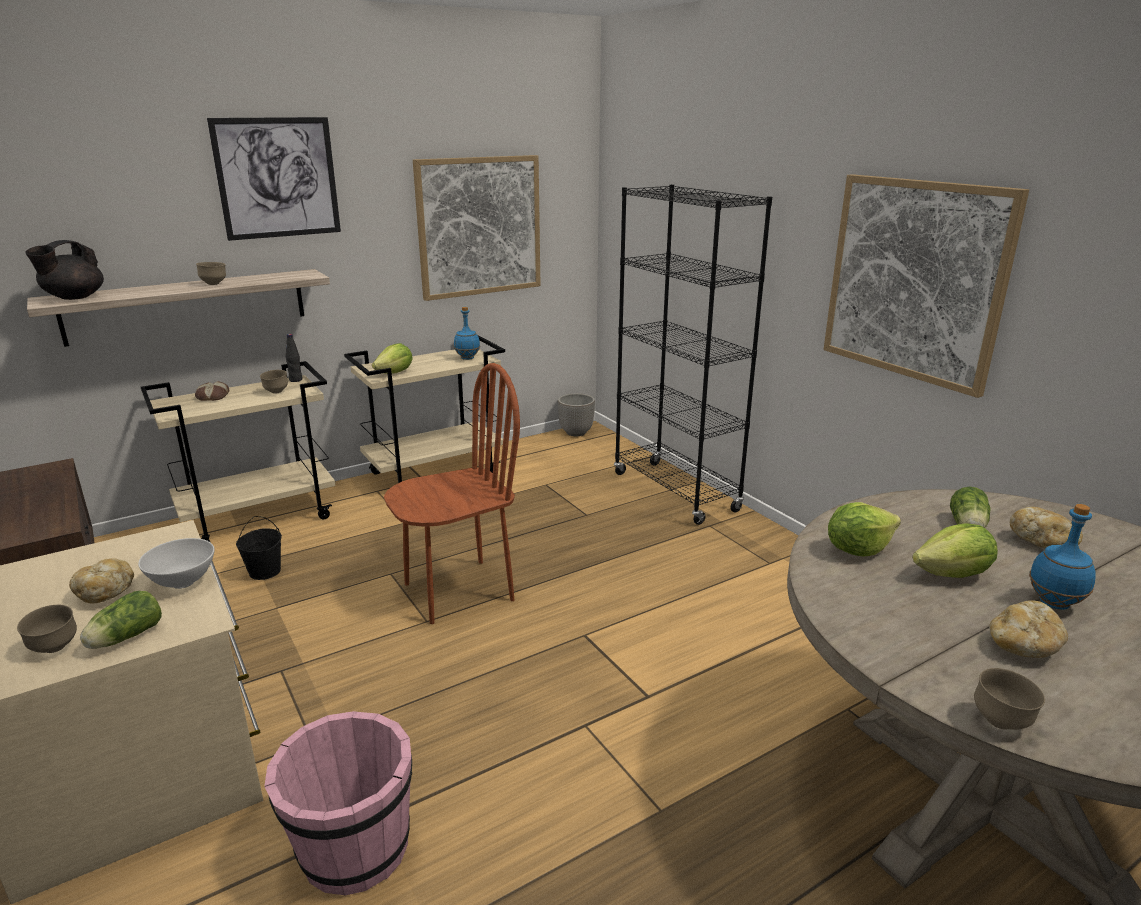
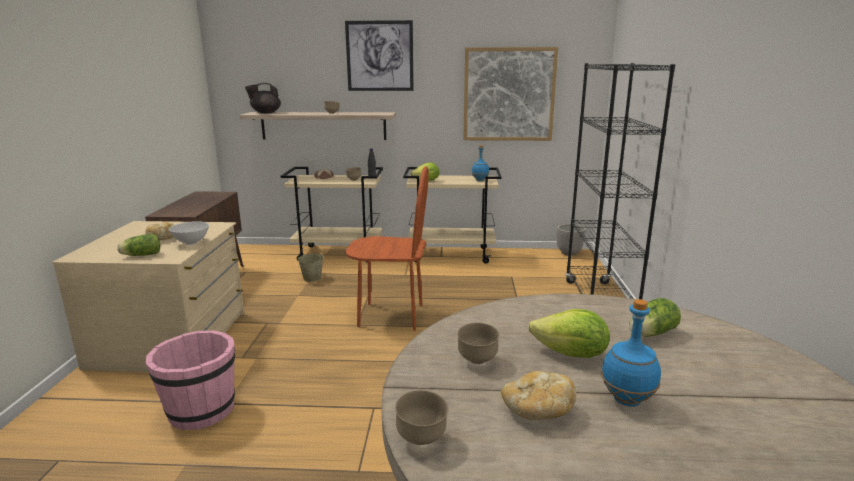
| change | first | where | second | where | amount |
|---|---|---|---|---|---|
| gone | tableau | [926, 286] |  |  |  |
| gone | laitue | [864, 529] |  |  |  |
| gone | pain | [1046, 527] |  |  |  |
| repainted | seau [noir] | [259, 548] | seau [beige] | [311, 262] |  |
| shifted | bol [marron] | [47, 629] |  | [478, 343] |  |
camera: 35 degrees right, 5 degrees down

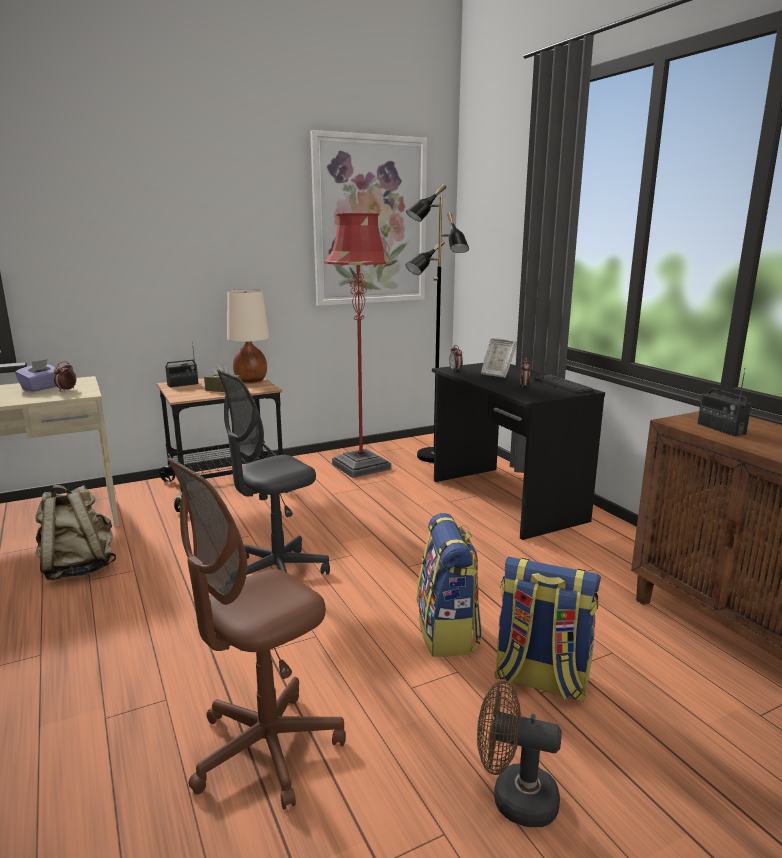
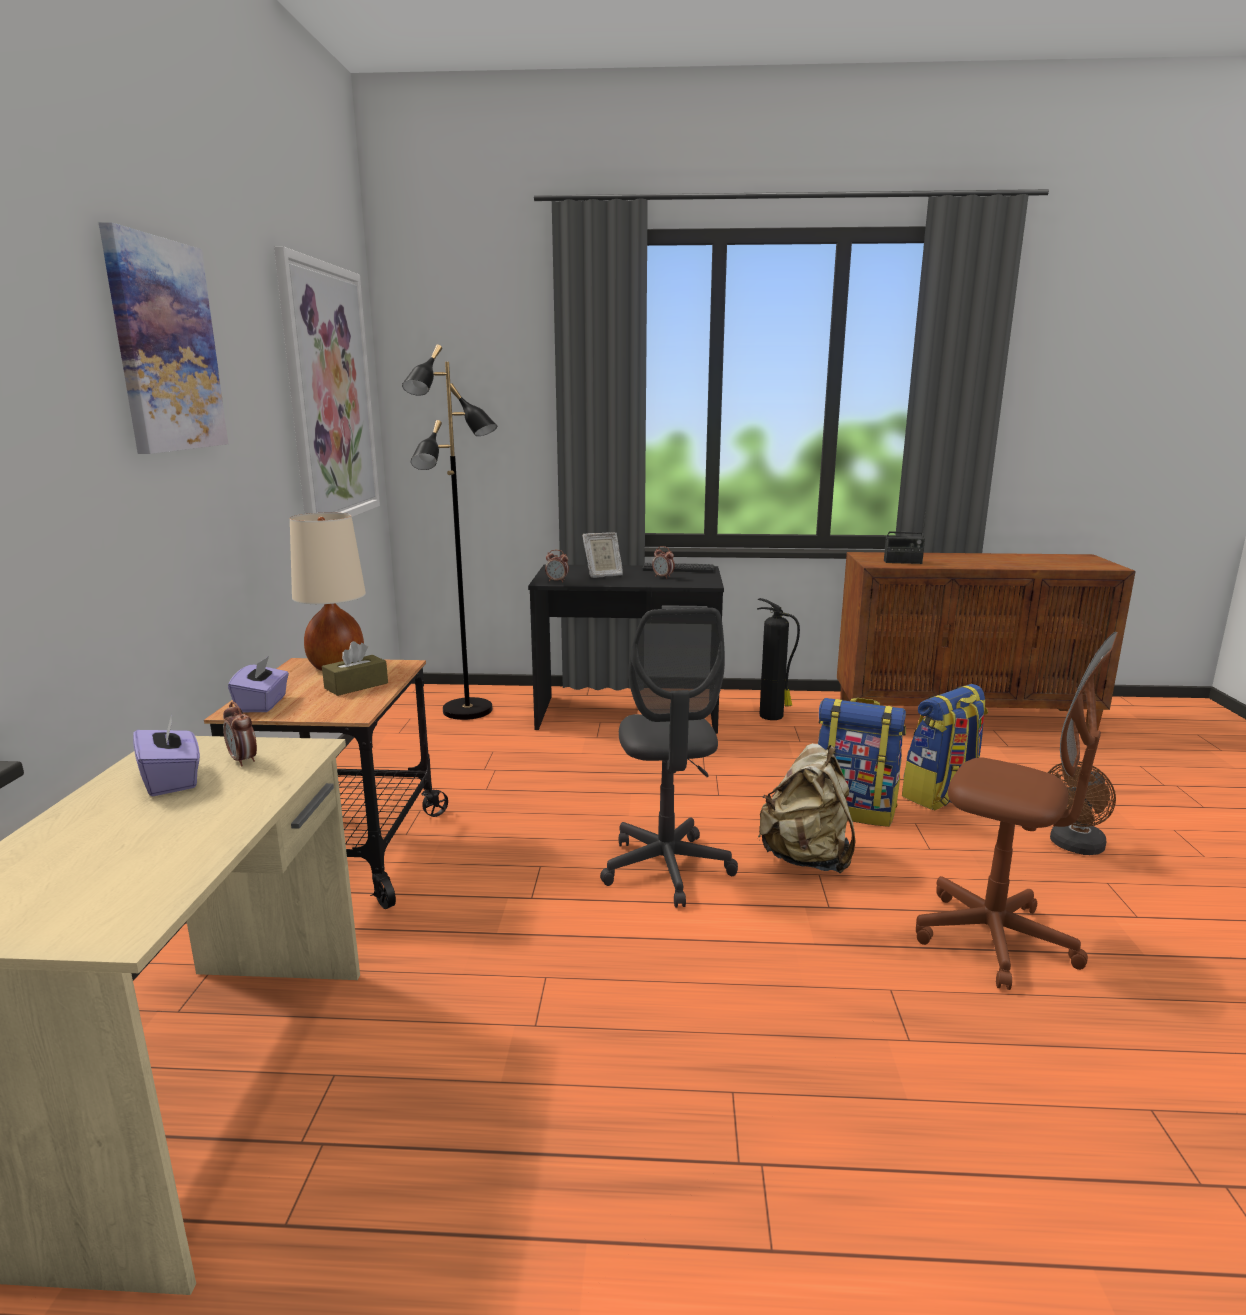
| change | first | where | second | where | amount |
|---|---|---|---|---|---|
| gone | lampadaire [rouge] | [358, 345] |  |  |  |
| swapped | radio | [181, 364] | boîte à mouchoirs [violet] | [258, 684] |  |
| rotated | chaise de bureau [marron] | [256, 633] |  | [1017, 811] | 45 degrees counterclockwise |
| shifted | sac à dos [beige] | [75, 532] |  | [806, 808] |  |
| new |  |  | tableau | [163, 338] |  |
| new |  |  | extincteur | [778, 659] |  |
camera: 60 degrees left, 0 degrees up

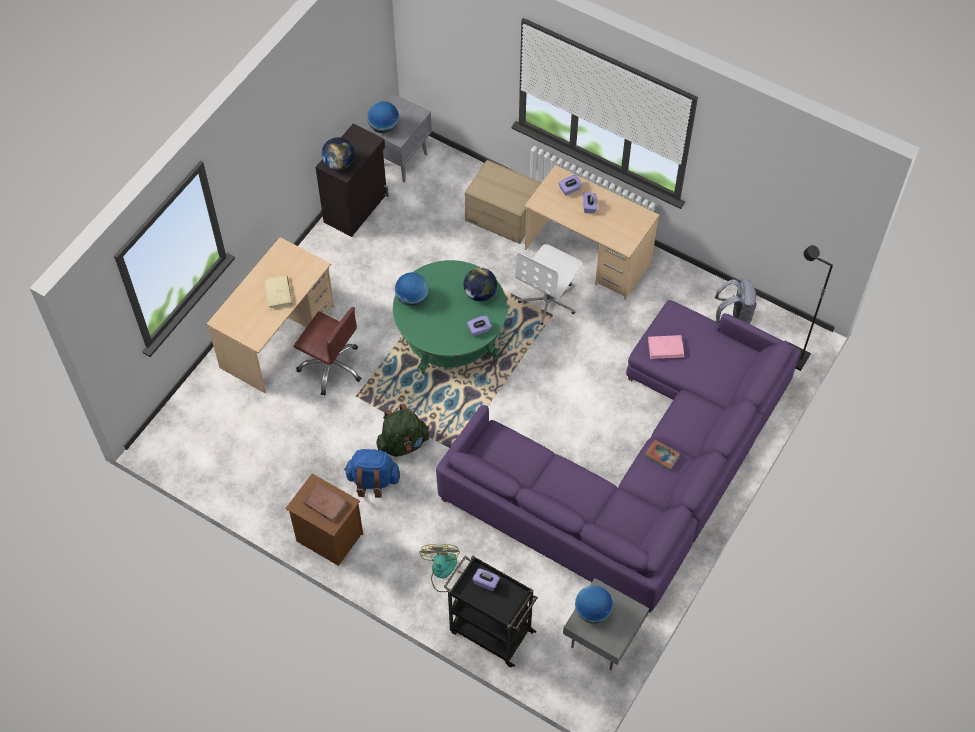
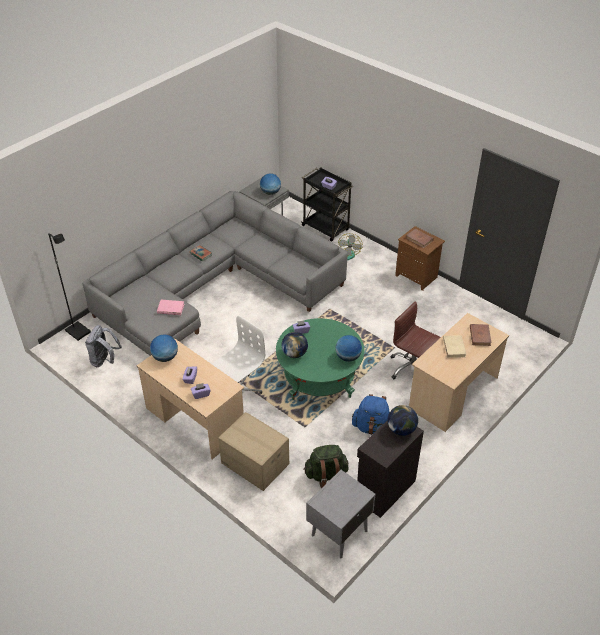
| change | first | where | second | where | amount |
|---|---|---|---|---|---|
| shifted | globe | [383, 117] |  | [164, 348] |  |
| repainted | canapé [violet] | [618, 456] | canapé [gris] | [215, 273] |  |
| shifted | sac à dos [vert] | [403, 430] |  | [326, 466] |  |
| shifted | sac à dos [bleu] | [372, 473] |  | [371, 414] |  |
| new |  |  | livre [marron] | [481, 335] |  |
camera: 170 degrees left, 15 degrees down

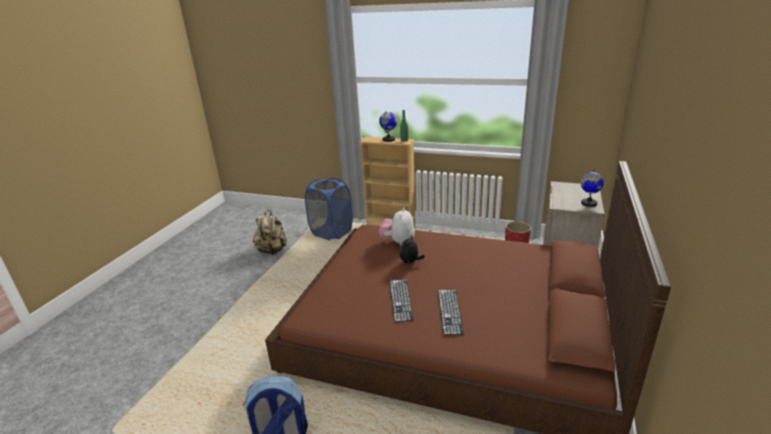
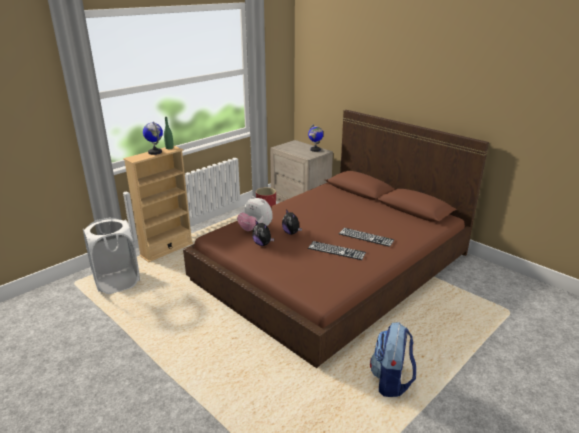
| change | first | where | second | where | amount |
|---|---|---|---|---|---|
| repainted | panier à linge [bleu] | [329, 209] | panier à linge [blanc] | [111, 255] |  |
| gone | sac à dos [beige] | [270, 232] |  |  |  |
| new |  |  | peluche | [263, 233] |  |
camera: 65 degrees left, 0 degrees up

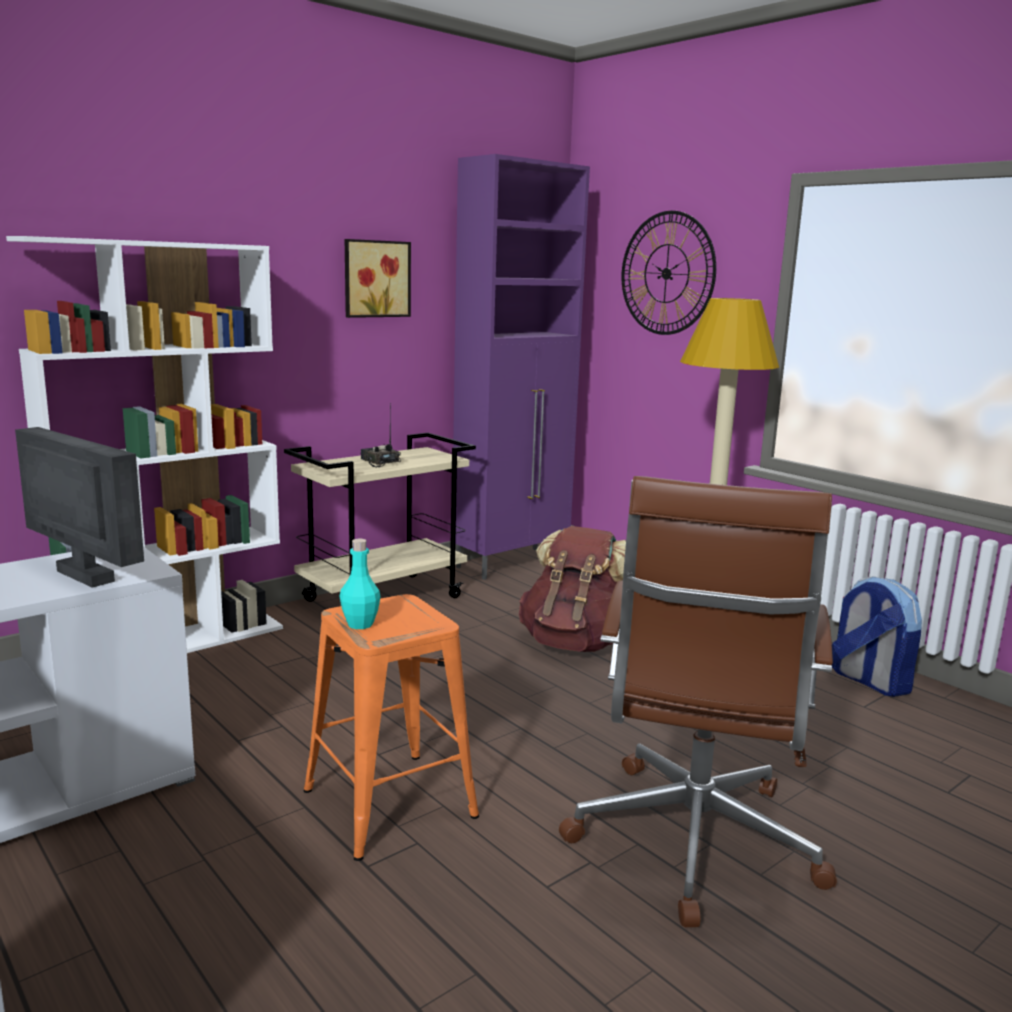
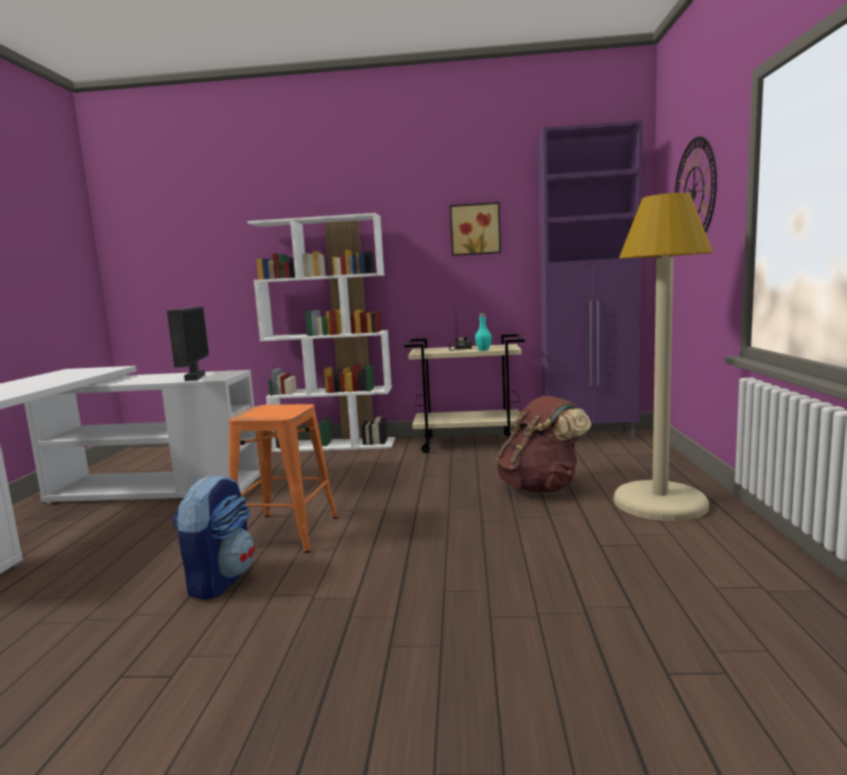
| change | first | where | second | where | amount |
|---|---|---|---|---|---|
| gone | chaise de bureau [marron] | [698, 701] |  |  |  |
| shifted | bouteille [turquoise] | [360, 584] |  | [483, 331] |  |
| shifted | sac à dos | [877, 636] |  | [214, 537] |  |
camera: 45 degrees right, 5 degrees down

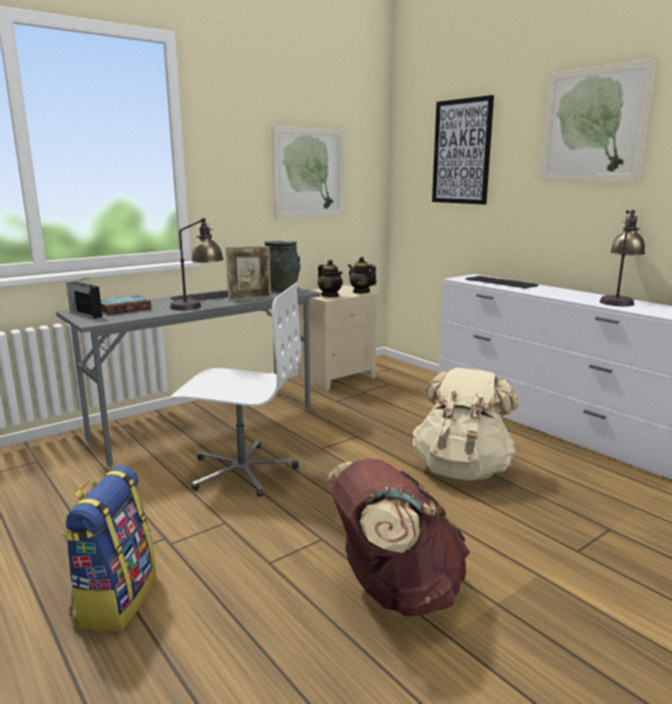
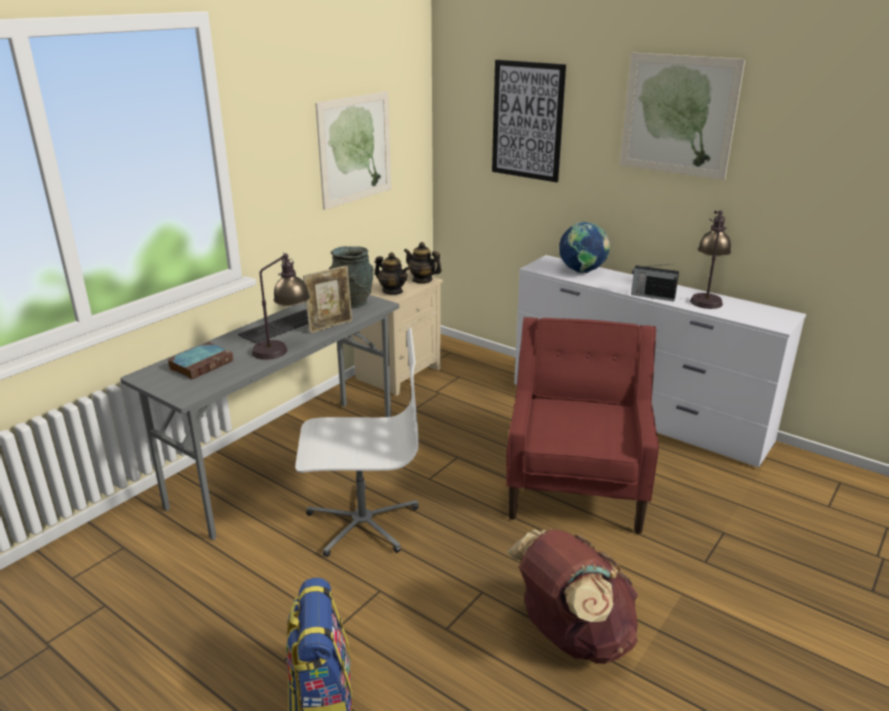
| change | first | where | second | where | amount |
|---|---|---|---|---|---|
| swapped | clavier | [502, 282] | globe | [584, 247] |  |
| shifted | radio | [84, 298] |  | [655, 283] |  |
| swapped | sac à dos [beige] | [466, 424] | fauteuil [rouge] | [582, 425] |  |
camera: 15 degrees left, 10 degrees up

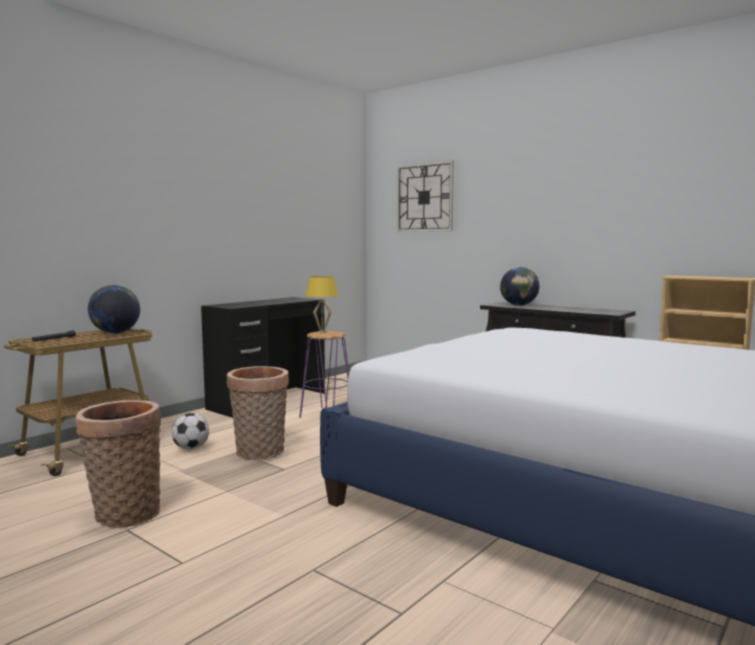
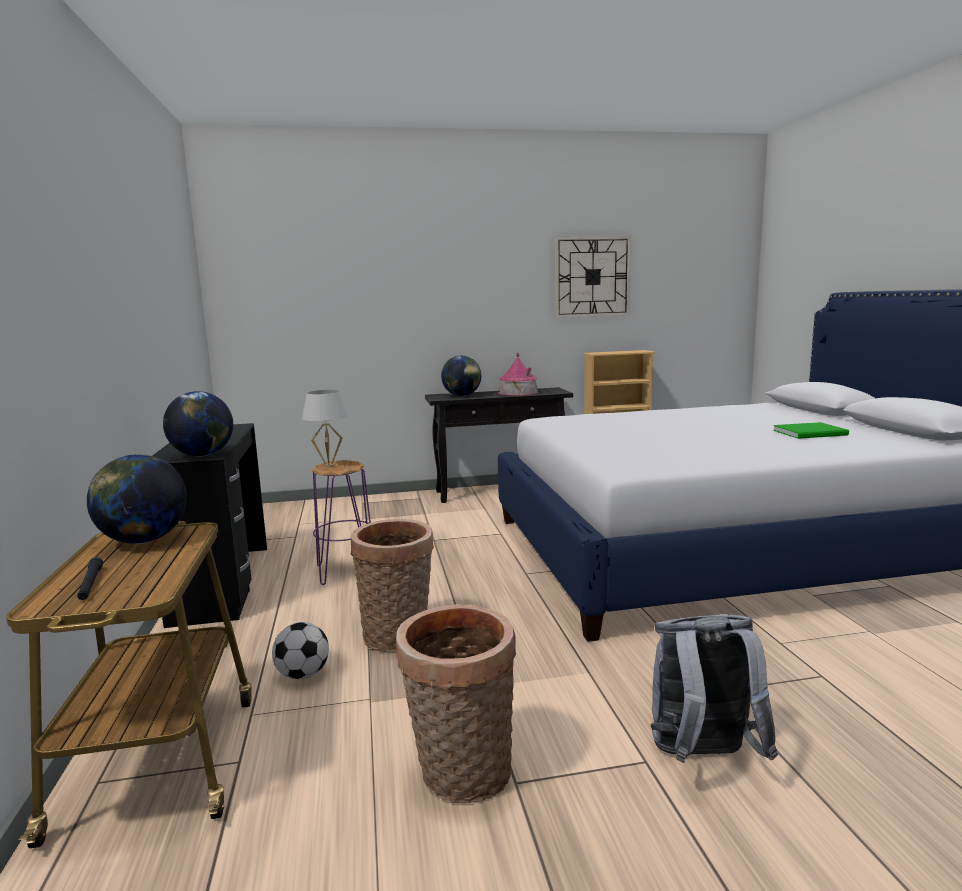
| change | first | where | second | where | amount |
|---|---|---|---|---|---|
| shifted | horloge murale | [425, 196] |  | [593, 277] |  |
| repainted | lampe de table [jaune] | [322, 304] | lampe de table [blanc] | [325, 428] |  |
| new |  |  | maison miniature | [518, 374] |  |
| new |  |  | globe | [198, 423] |  |
| new |  |  | livre [vert] | [811, 430] |  |
| new |  |  | sac à dos [gris] | [714, 688] |  |
camera: 50 degrees left, 5 degrees up

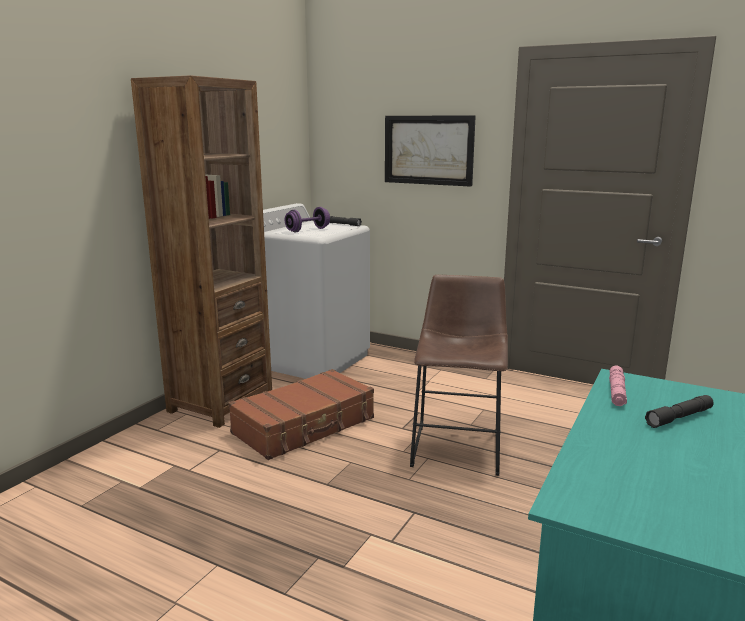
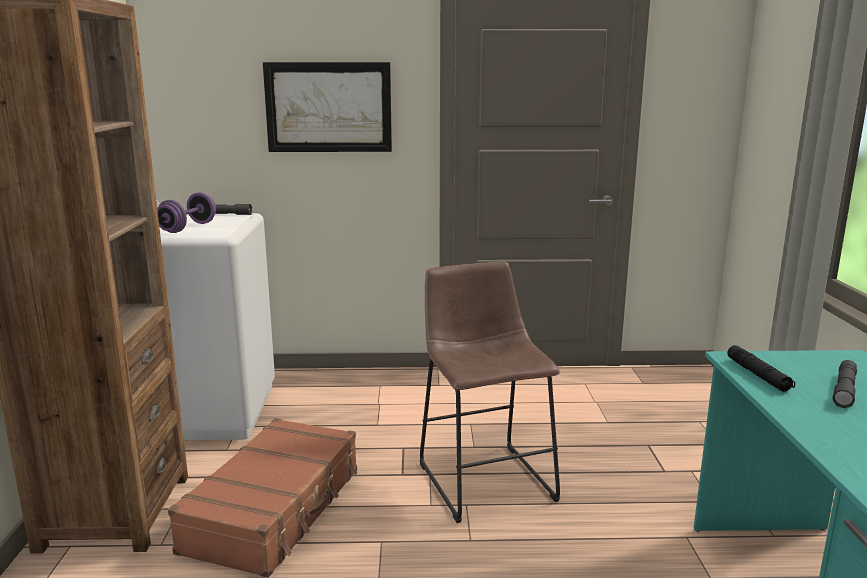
| change | first | where | second | where | amount |
|---|---|---|---|---|---|
| repainted | lampe de poche [rose] | [618, 385] | lampe de poche [noir] | [761, 368] |  |
camera: 30 degrees left, 0 degrees up

